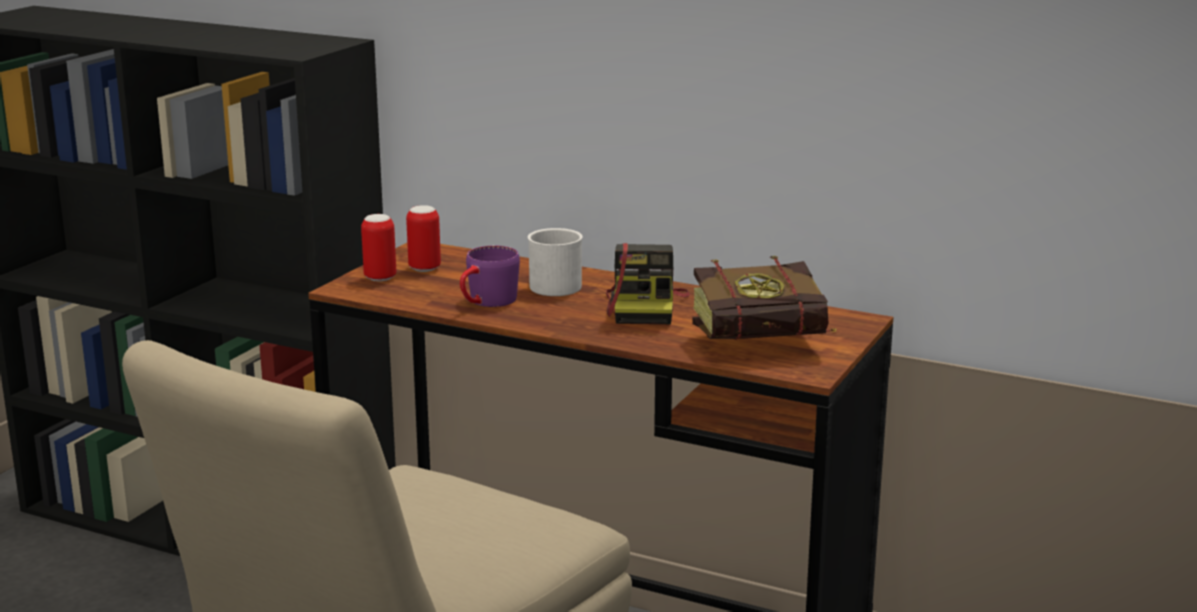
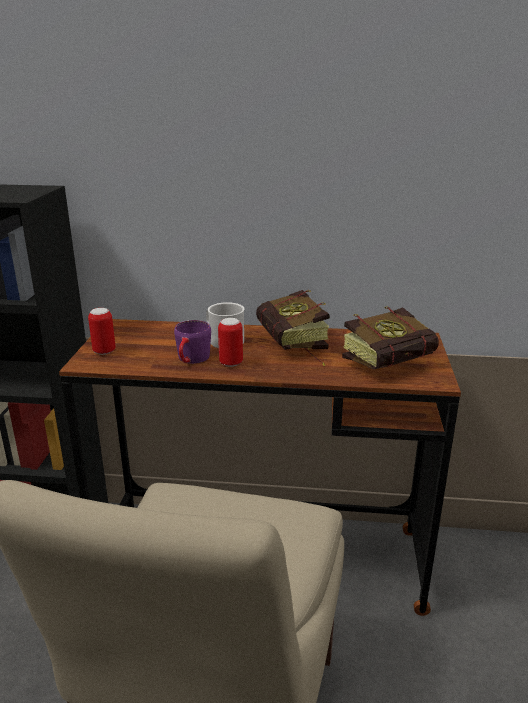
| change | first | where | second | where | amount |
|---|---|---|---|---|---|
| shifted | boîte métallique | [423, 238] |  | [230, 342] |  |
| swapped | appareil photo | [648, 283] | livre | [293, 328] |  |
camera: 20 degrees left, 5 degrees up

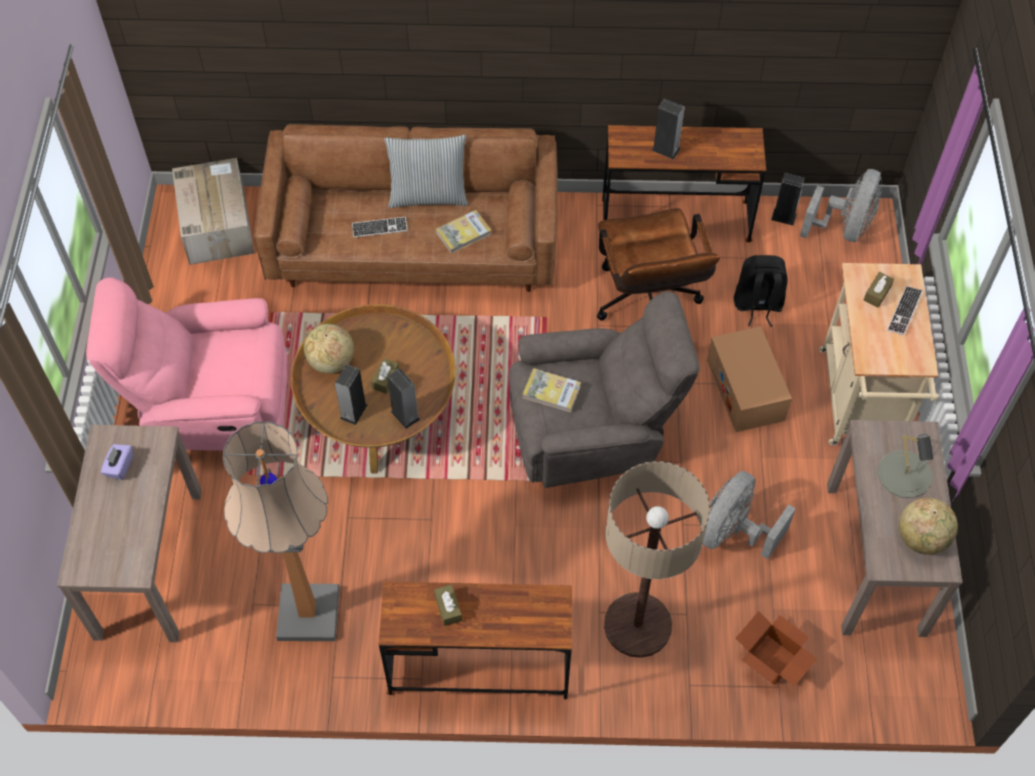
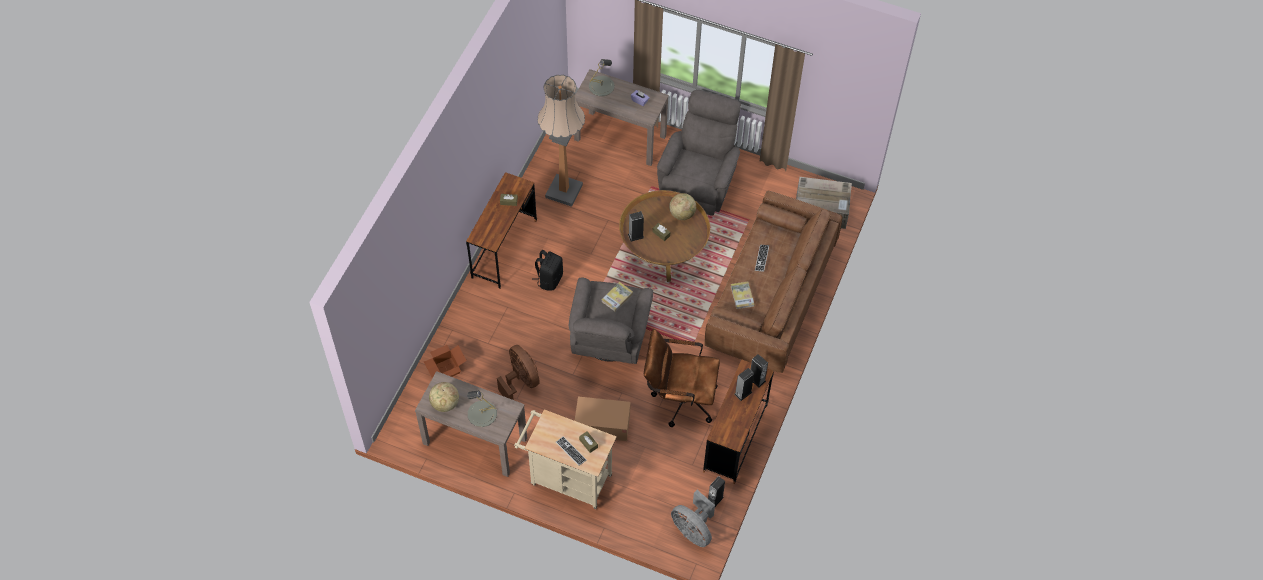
| change | first | where | second | where | amount |
|---|---|---|---|---|---|
| gone | coussin | [426, 171] |  |  |  |
| shifted | sac à dos [noir] | [761, 291] |  | [547, 270] |  |
| repainted | fauteuil [rose] | [187, 364] | fauteuil [gris] | [699, 153] |  |
| shifted | enceinte | [351, 394] |  | [759, 370] |  |
| gone | lampadaire | [657, 559] |  |  |  |
| repainted | ventilateur [gris] | [748, 515] | ventilateur [marron] | [518, 372] |  |
| new |  |  | lampe de table [gris] | [602, 77] |  |
camera: 110 degrees right, 0 degrees up

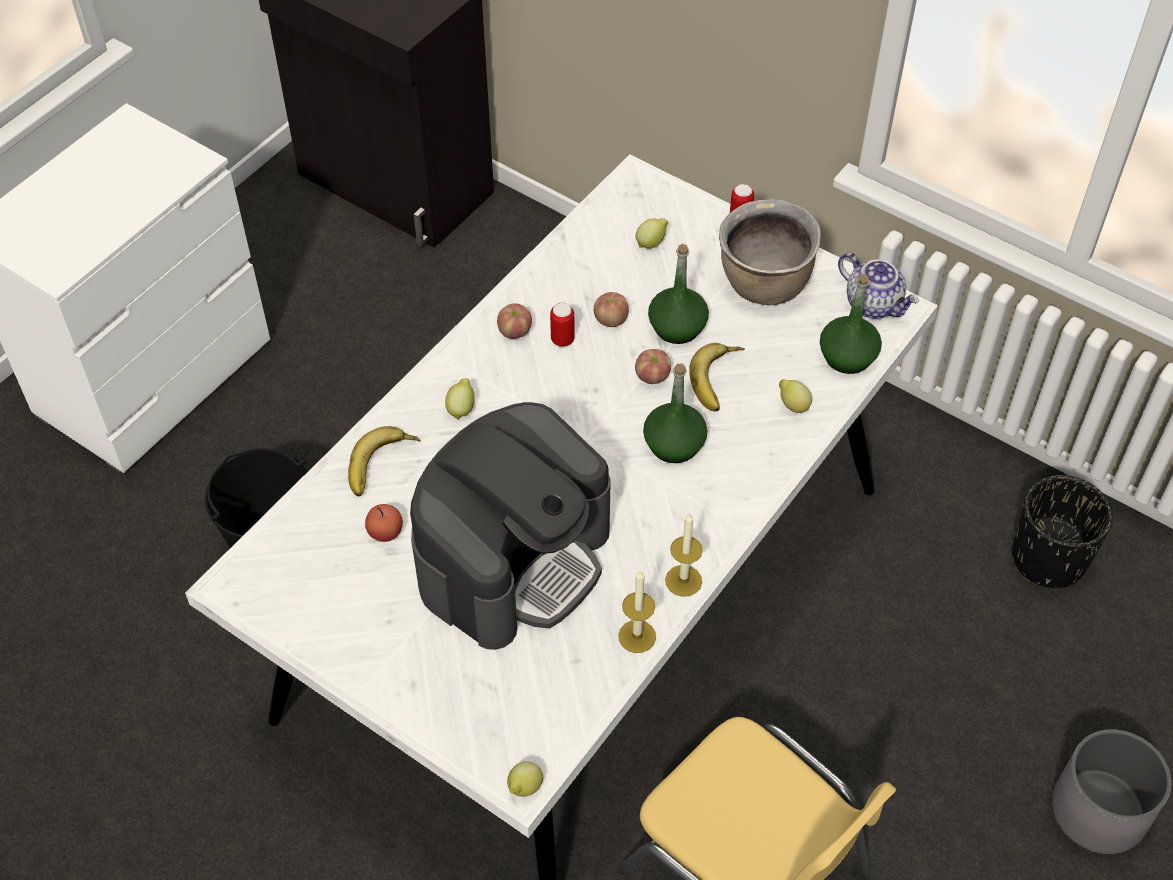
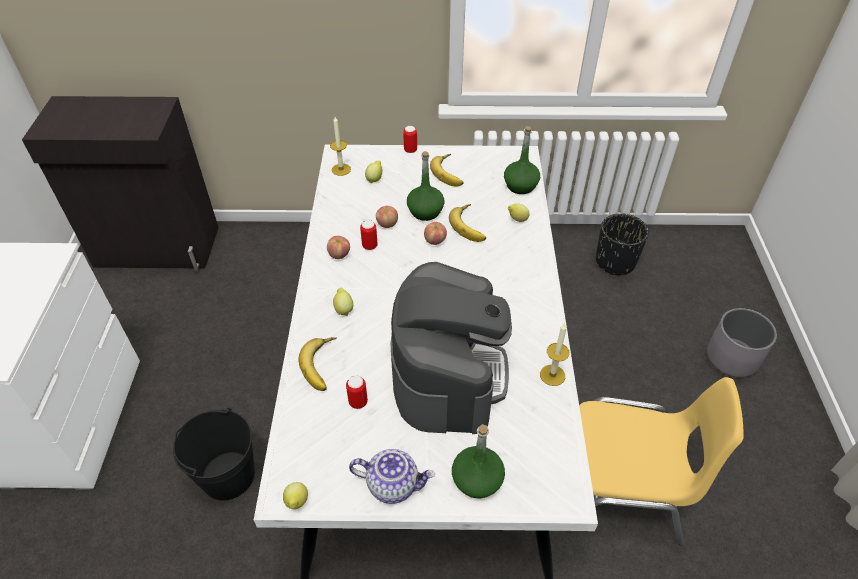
| change | first | where | second | where | amount |
|---|---|---|---|---|---|
| swapped | marmite [marron] | [770, 252] | banane | [447, 170] |  |
| shifted | théière | [878, 285] |  | [392, 476] |  |
| shifted | bouteille [vert] | [675, 413] |  | [478, 461] |  |
| swapped | pomme | [384, 523] | boîte métallique | [357, 392] |  |
| shifted | bougie | [684, 555] |  | [340, 146] |  |
| shifted | citron | [525, 779] |  | [295, 495] |  |
camera: 35 degrees left, 5 degrees down

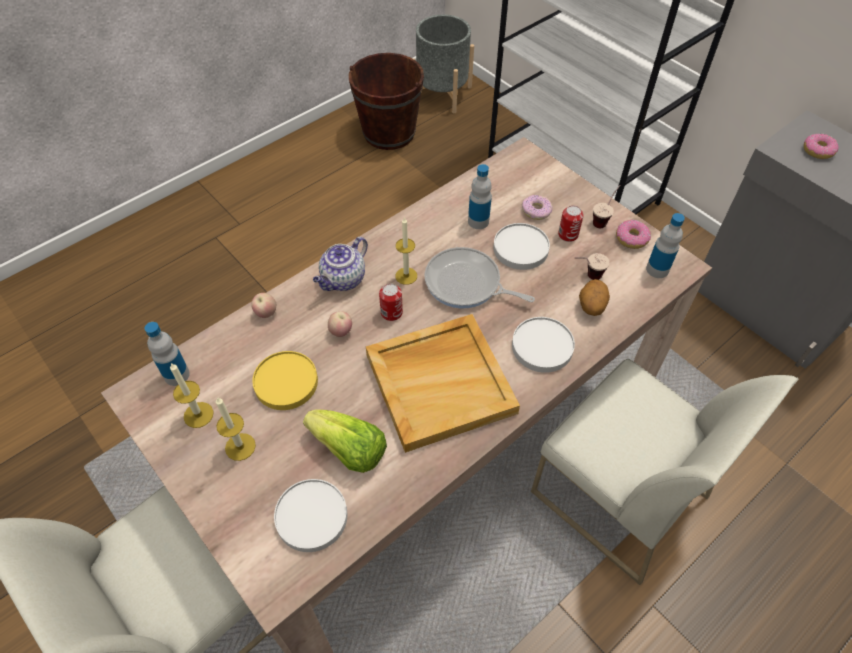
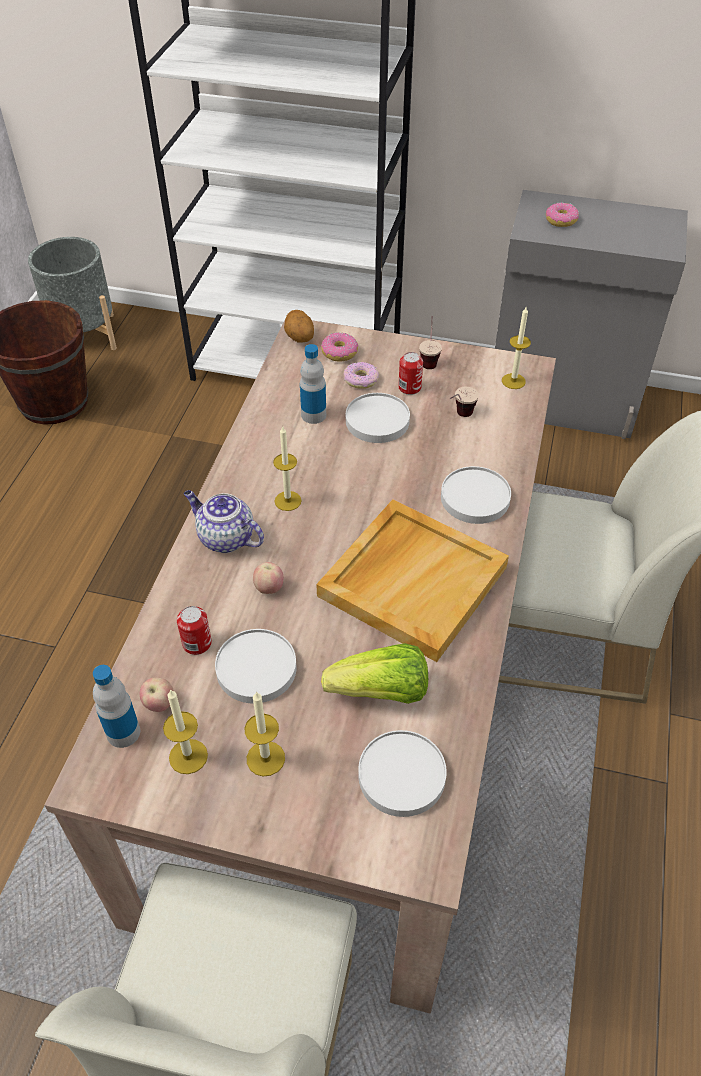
| change | first | where | second | where | amount |
|---|---|---|---|---|---|
| swapped | bouteille | [665, 245] | bougie | [516, 348] |  |
| shifted | beignet | [633, 234] |  | [339, 346] |  |
| rotated | théière | [340, 264] |  | [224, 521] | 120 degrees clockwise |
| gone | poêle | [480, 278] |  |  |  |
| shifted | pomme de terre | [594, 297] |  | [299, 326] |  |
| shifted | boîte métallique | [391, 302] |  | [194, 630] |  |
| shifted | pomme | [263, 305] |  | [157, 694] |  |
| repainted | assiette [jaune] | [285, 380] | assiette [blanc] | [256, 666] |  |
camera: 35 degrees left, 5 degrees down

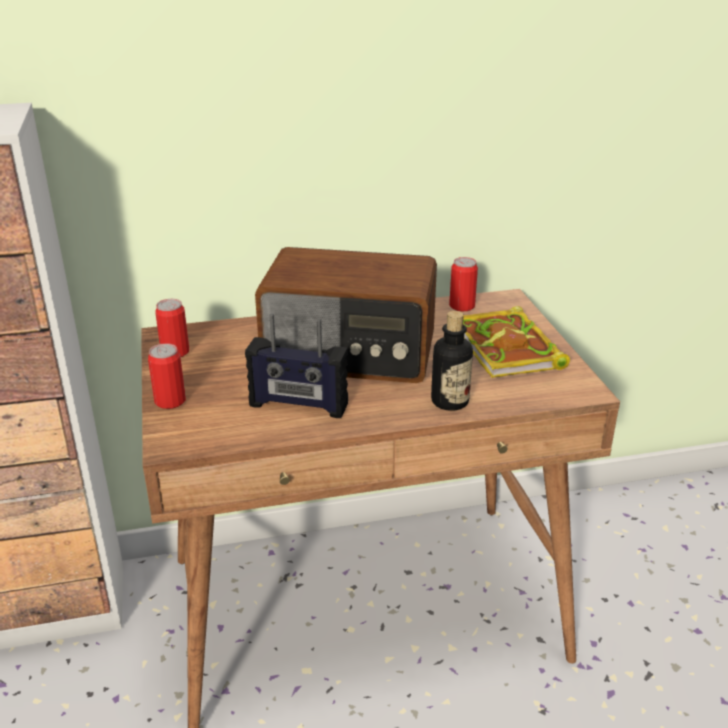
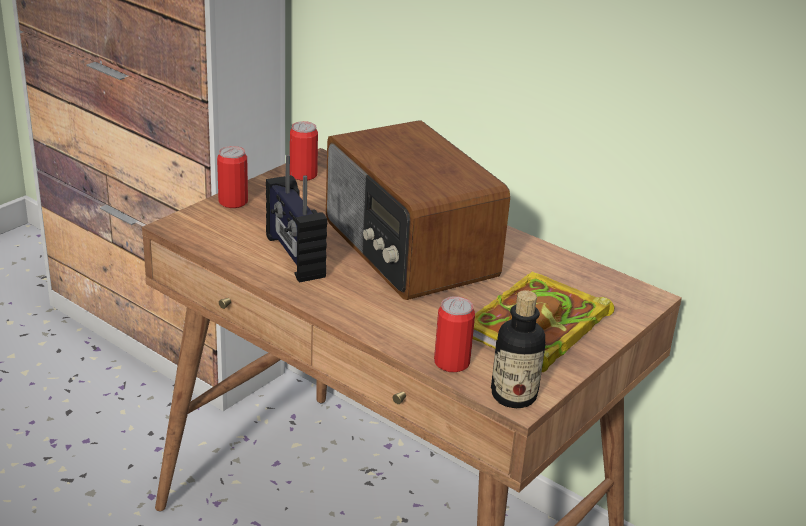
| change | first | where | second | where | amount |
|---|---|---|---|---|---|
| shifted | boîte métallique | [463, 284] |  | [454, 334] |  |
| shifted | bouteille | [452, 361] |  | [518, 349] |  |
camera: 50 degrees right, 0 degrees up

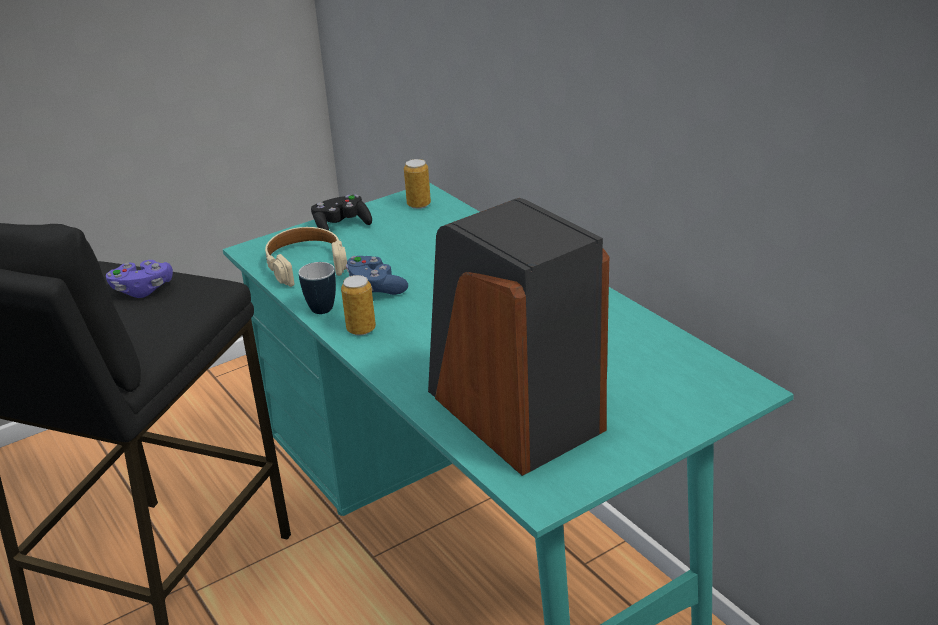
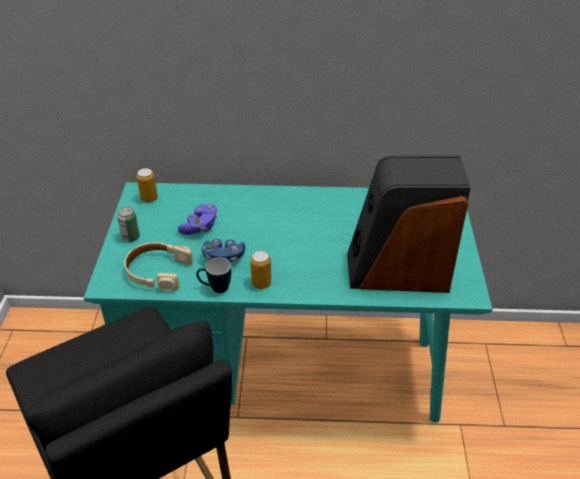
| change | first | where | second | where | amount |
|---|---|---|---|---|---|
| swapped | manette [noir] | [341, 213] | boîte métallique | [128, 224] |  |
| shifted | manette [violet] | [139, 279] |  | [198, 219] |  |
camera: 55 degrees left, 10 degrees up

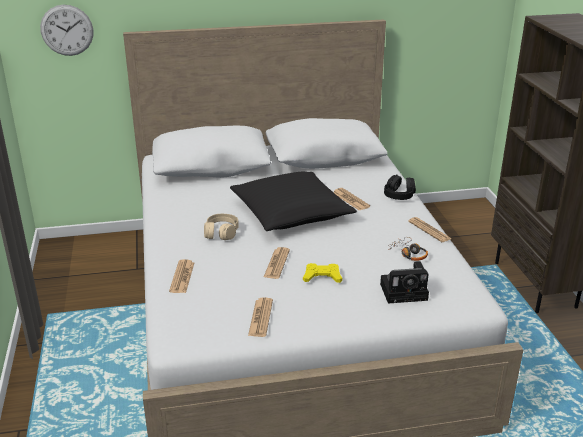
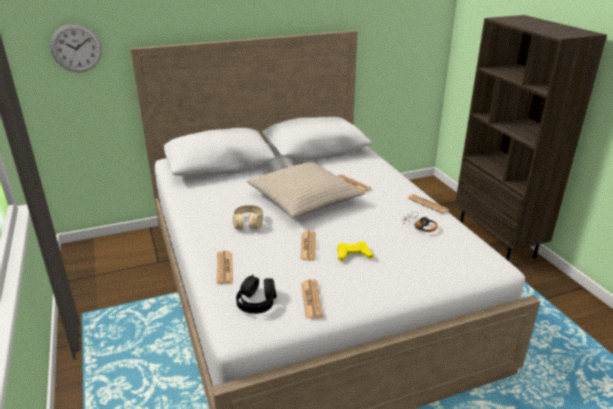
| change | first | where | second | where | amount |
|---|---|---|---|---|---|
| repainted | coussin [noir] | [293, 201] | coussin [beige] | [306, 190] |  |
| shifted | casque audio [noir] | [400, 187] |  | [256, 294] |  |
| gone | appareil photo | [404, 282] |  |  |  |
camera: 10 degrees left, 0 degrees up

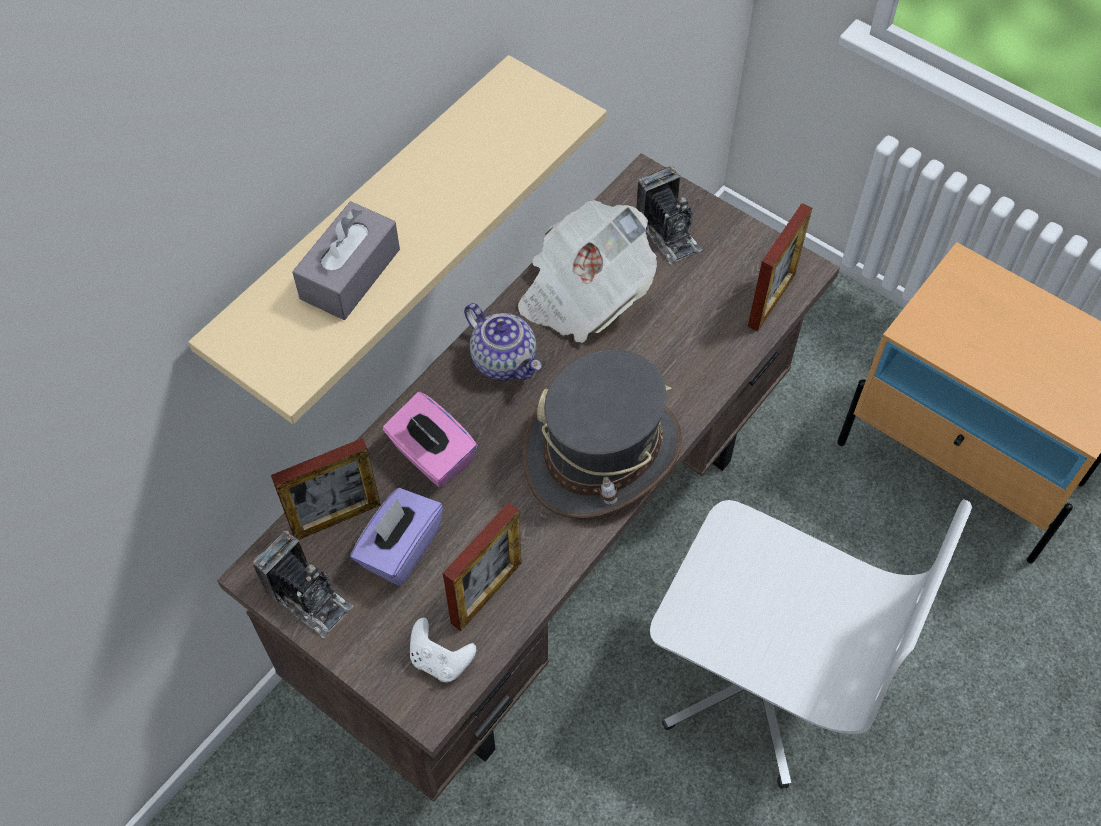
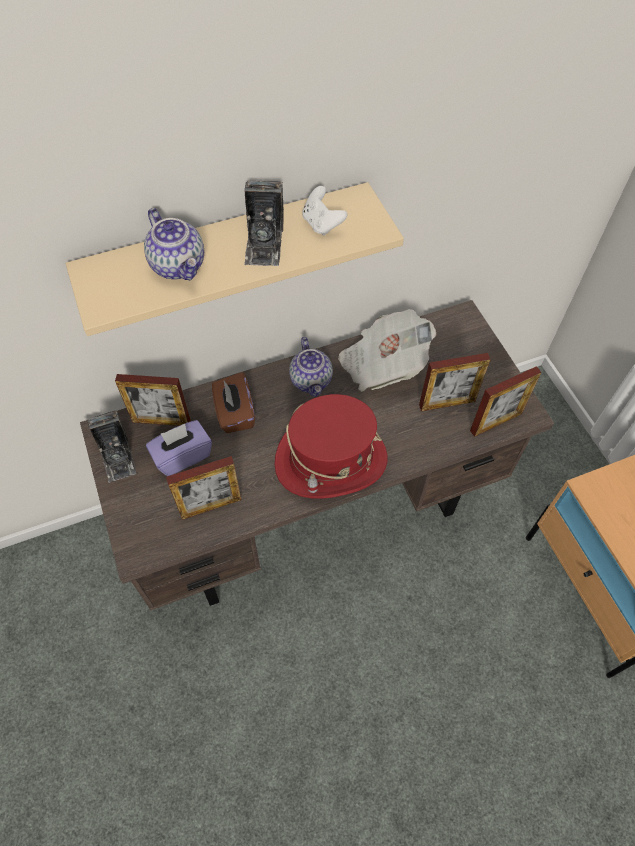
| change | first | where | second | where | amount |
|---|---|---|---|---|---|
| shifted | appareil photo | [669, 215] |  | [264, 223] |  |
| swapped | boîte à mouchoirs [gris] | [346, 260] | théière | [174, 244] |  |
| repainted | chapeau [gris] | [602, 434] | chapeau [rouge] | [330, 446] |  |
| repainted | boîte à mouchoirs [rose] | [430, 439] | boîte à mouchoirs [marron] | [233, 402] |  |
| gone | chaise de bureau [blanc] | [811, 644] |  |  |  |
| shifted | manette [blanc] | [443, 650] |  | [324, 211] |  |
| new |  |  | cadre photo | [455, 382] |  |
camera: 30 degrees right, 0 degrees up

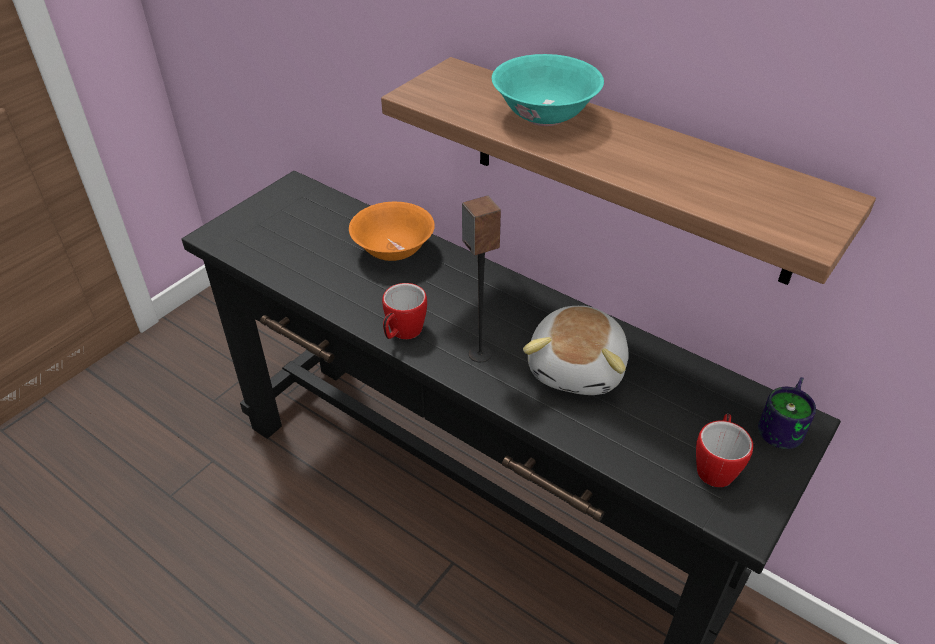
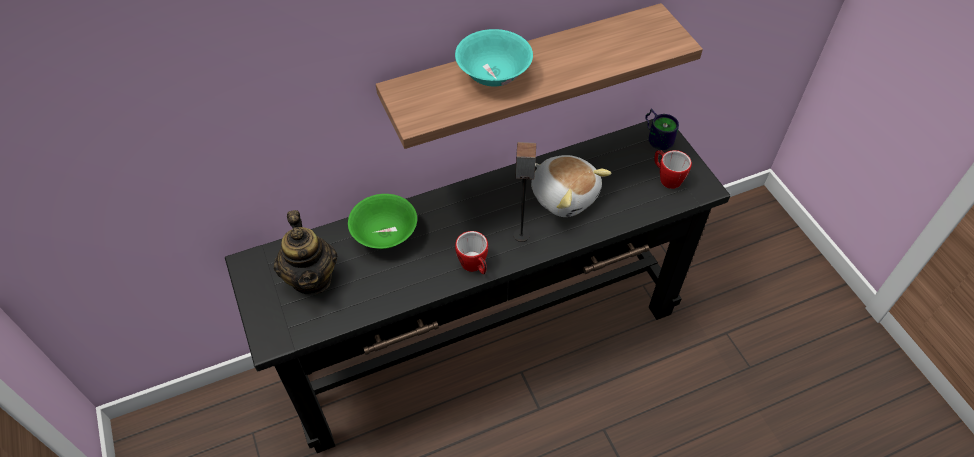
| change | first | where | second | where | amount |
|---|---|---|---|---|---|
| repainted | bol [orange] | [392, 231] | bol [vert] | [382, 221] |  |
| new |  |  | théière | [305, 252] |  |
camera: 60 degrees left, 10 degrees up

